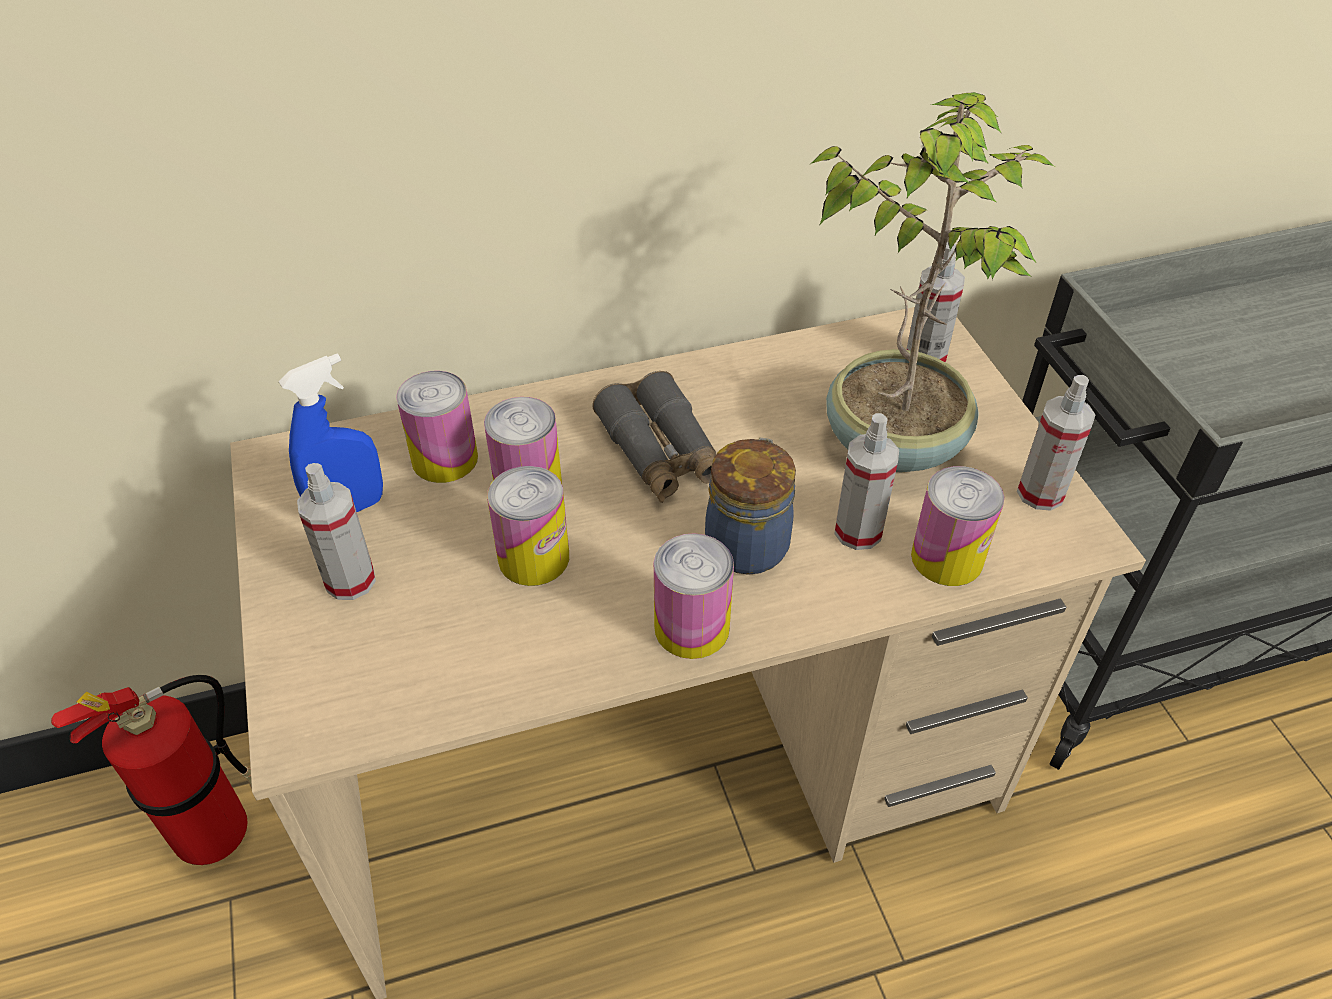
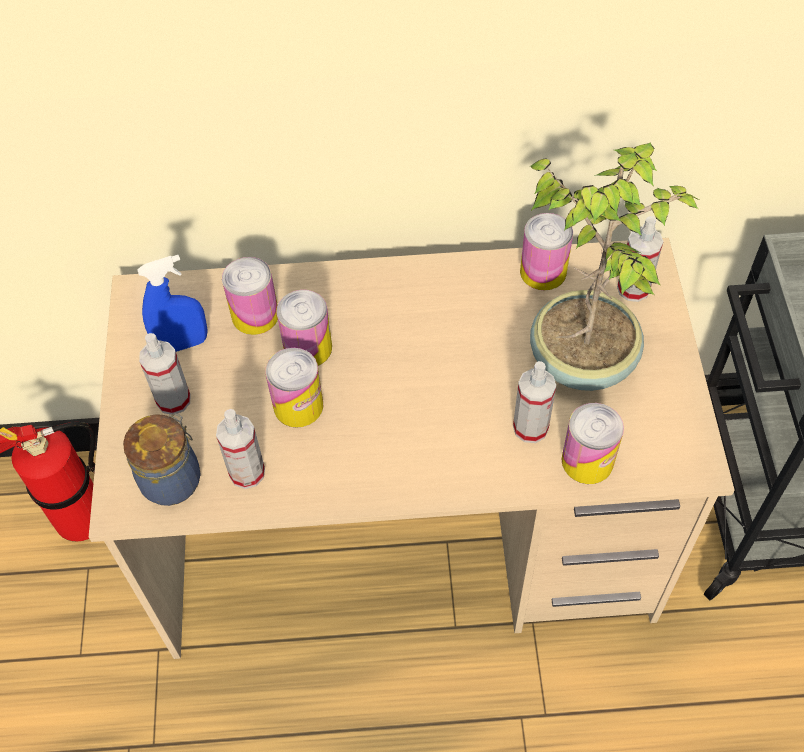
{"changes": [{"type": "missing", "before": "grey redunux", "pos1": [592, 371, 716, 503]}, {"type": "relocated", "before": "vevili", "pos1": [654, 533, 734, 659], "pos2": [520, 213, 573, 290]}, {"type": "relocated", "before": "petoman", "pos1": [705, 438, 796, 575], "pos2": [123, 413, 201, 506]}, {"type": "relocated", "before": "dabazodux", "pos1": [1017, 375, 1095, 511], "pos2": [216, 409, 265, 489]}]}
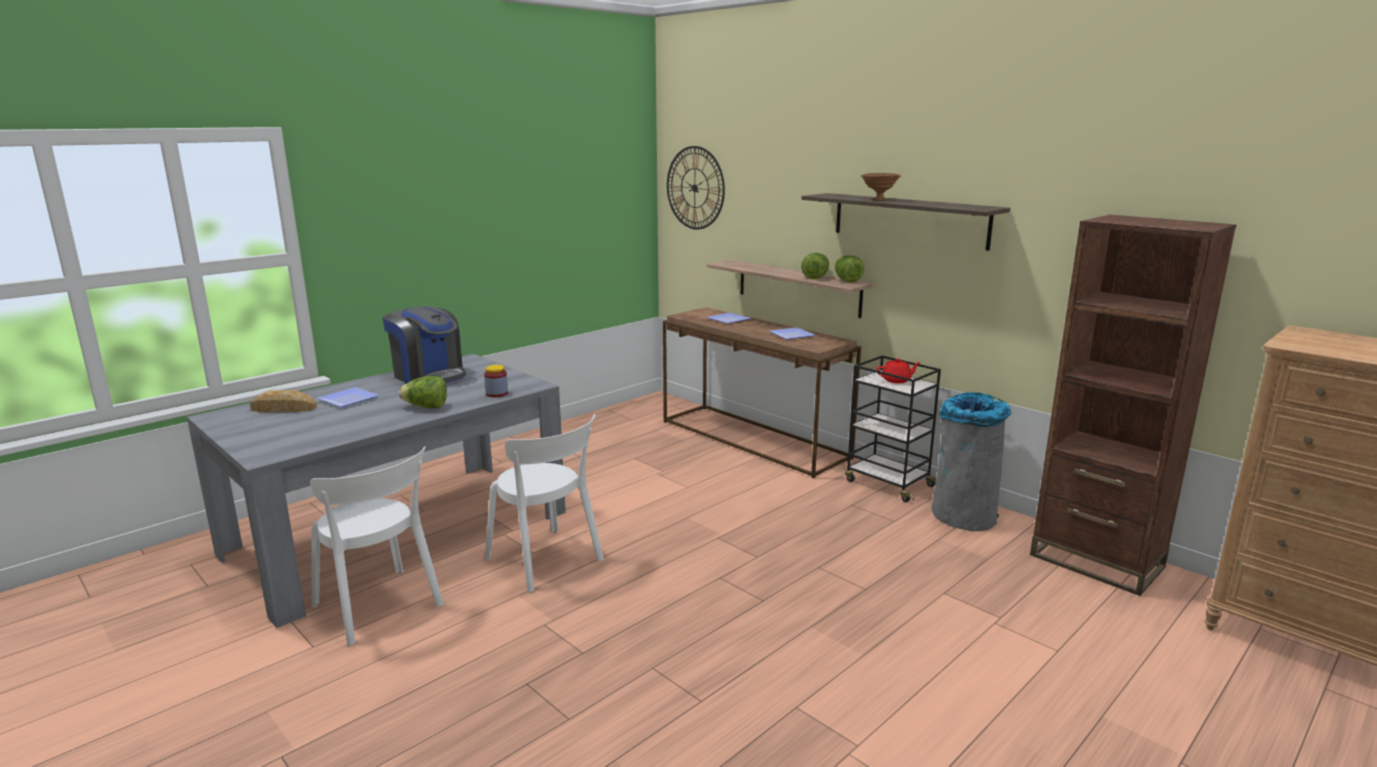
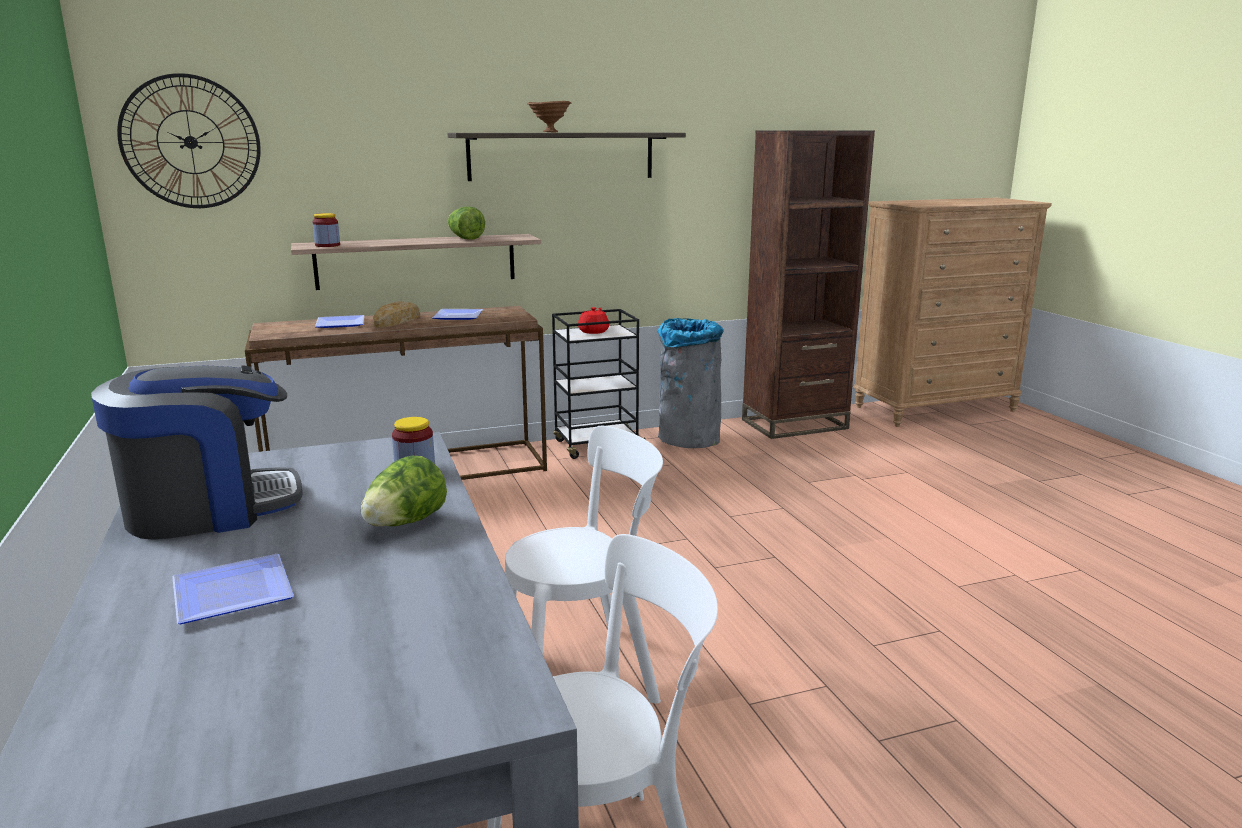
{"changes": [{"type": "relocated", "before": "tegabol", "pos1": [250, 390, 317, 412], "pos2": [373, 301, 420, 328]}, {"type": "missing", "before": "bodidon", "pos1": [835, 255, 864, 283]}, {"type": "appeared", "after": "petoman", "pos2": [312, 213, 340, 247]}]}
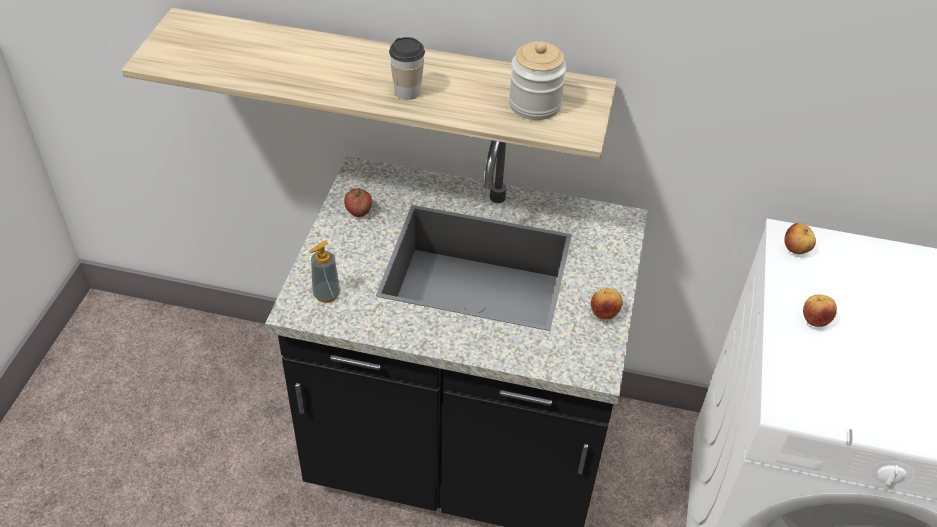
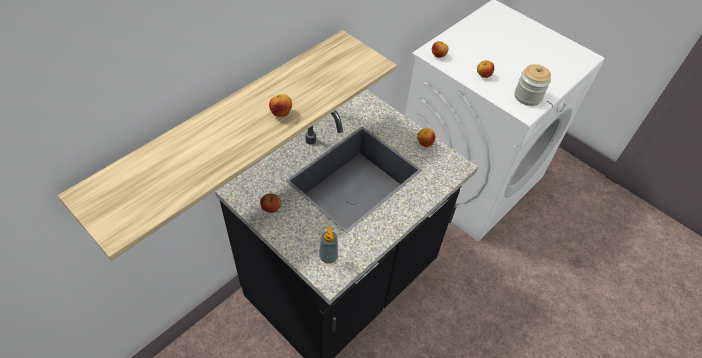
{"changes": [{"type": "exchanged", "before": "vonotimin", "after": "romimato", "pos1": [389, 37, 425, 100], "pos2": [269, 94, 292, 117]}, {"type": "relocated", "before": "petoman", "pos1": [509, 41, 567, 120], "pos2": [515, 64, 551, 106]}]}
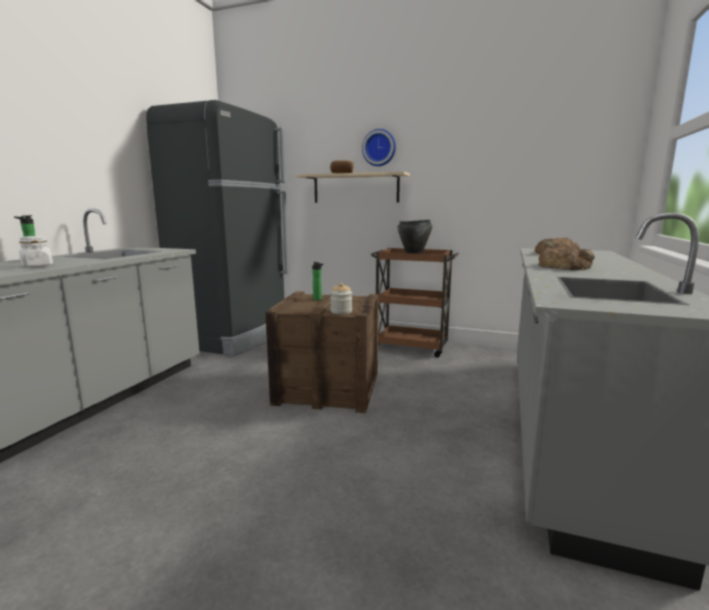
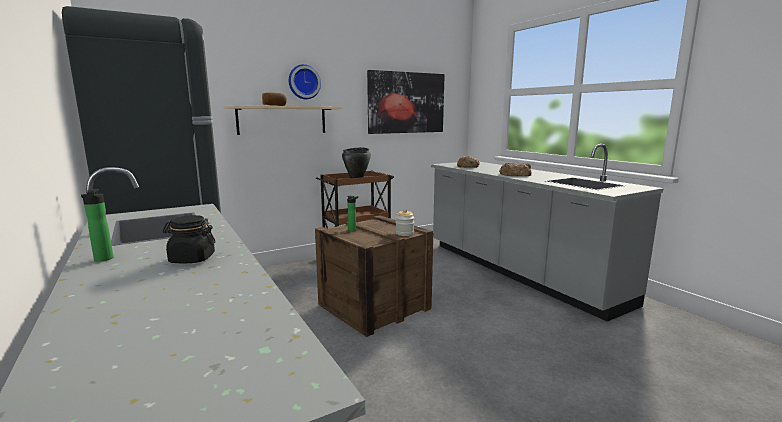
{"changes": [{"type": "colour", "before": "white petoman", "after": "black petoman", "pos1": [19, 236, 53, 267], "pos2": [163, 215, 216, 263]}, {"type": "appeared", "after": "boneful", "pos2": [367, 70, 445, 134]}]}
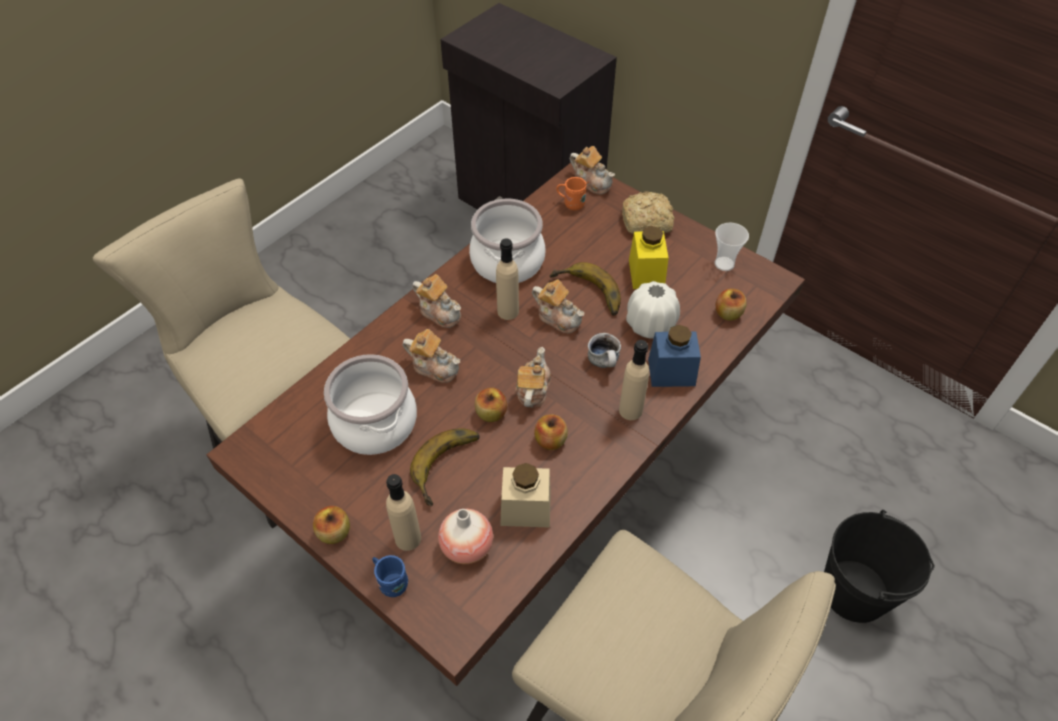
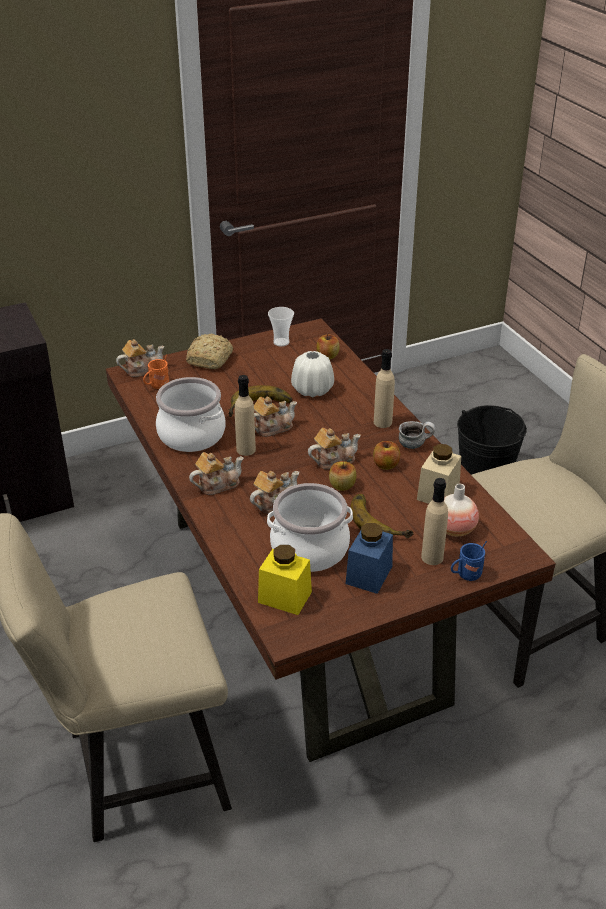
{"changes": [{"type": "missing", "before": "romimato", "pos1": [313, 506, 350, 544]}, {"type": "spun", "before": "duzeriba", "pos1": [515, 347, 551, 408], "pos2": [308, 428, 361, 470], "turn": 120}, {"type": "relocated", "before": "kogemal", "pos1": [588, 333, 621, 368], "pos2": [399, 421, 435, 449]}, {"type": "relocated", "before": "yellow petoman", "pos1": [629, 226, 669, 289], "pos2": [258, 545, 312, 615]}, {"type": "relocated", "before": "blue petoman", "pos1": [648, 325, 701, 387], "pos2": [346, 523, 393, 594]}]}
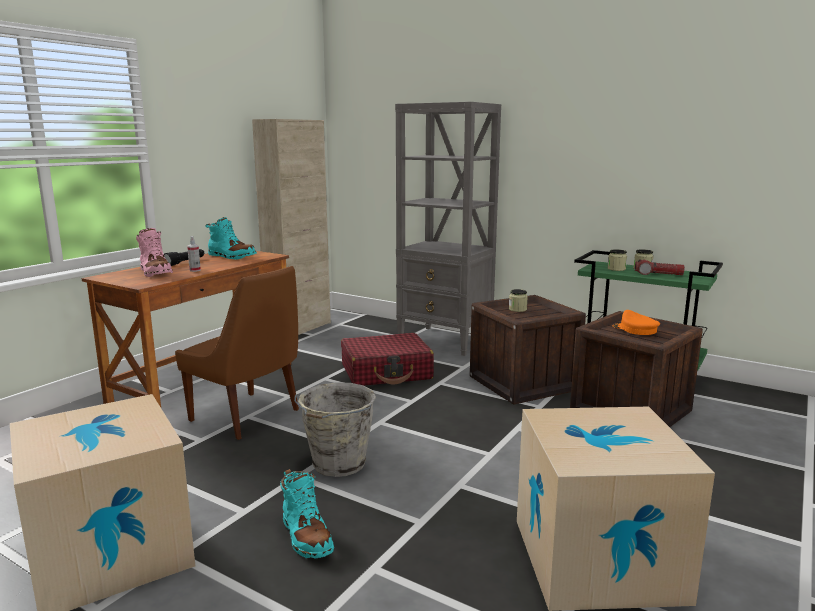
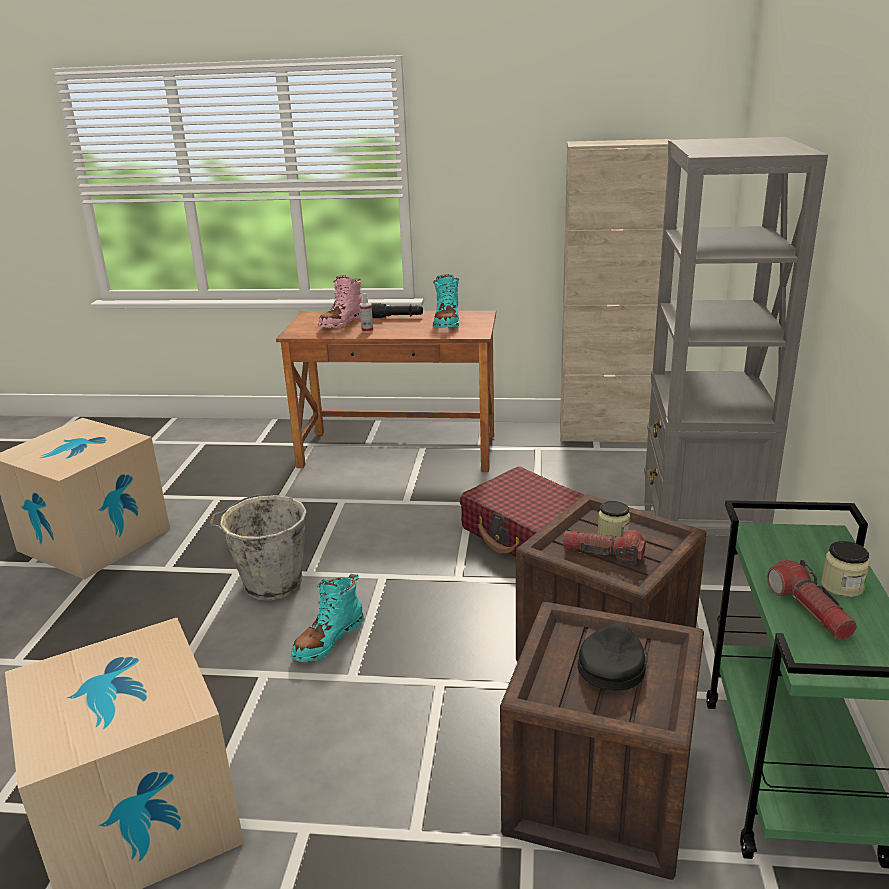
{"changes": [{"type": "missing", "before": "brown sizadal", "pos1": [175, 266, 299, 440]}, {"type": "relocated", "before": "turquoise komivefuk", "pos1": [280, 469, 334, 558], "pos2": [291, 574, 364, 662]}, {"type": "missing", "before": "petoman", "pos1": [608, 249, 627, 271]}, {"type": "colour", "before": "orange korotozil", "after": "black korotozil", "pos1": [613, 310, 660, 335], "pos2": [578, 623, 648, 691]}, {"type": "appeared", "after": "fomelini", "pos2": [563, 530, 646, 564]}]}
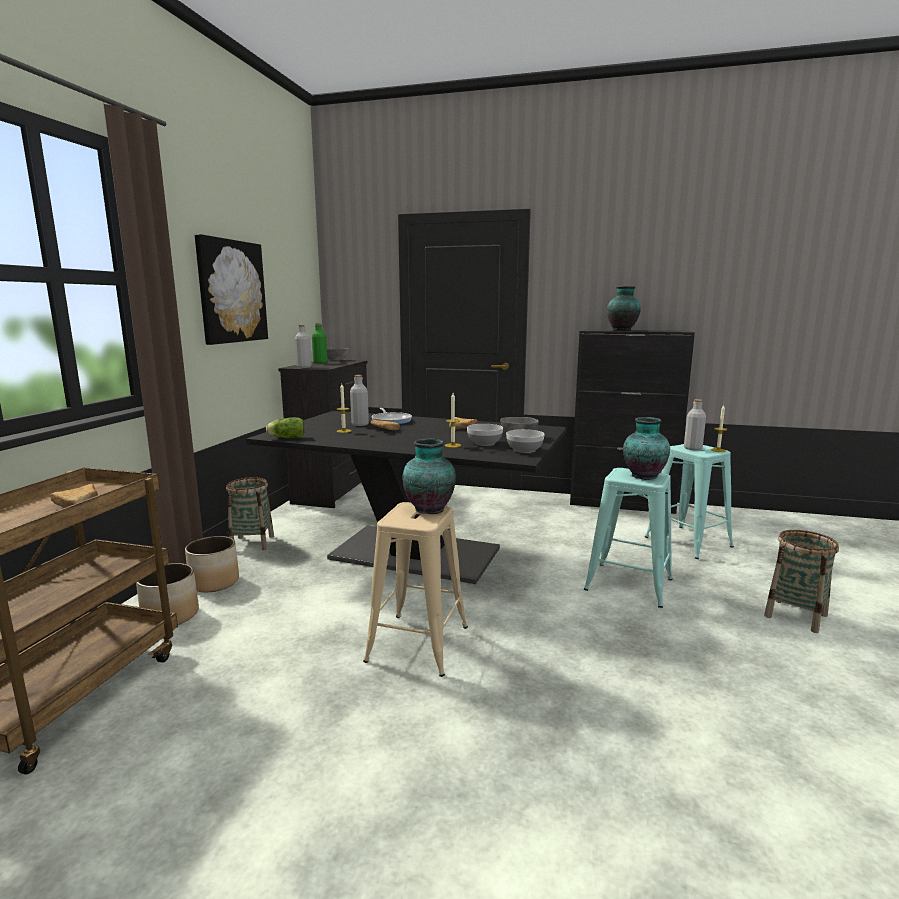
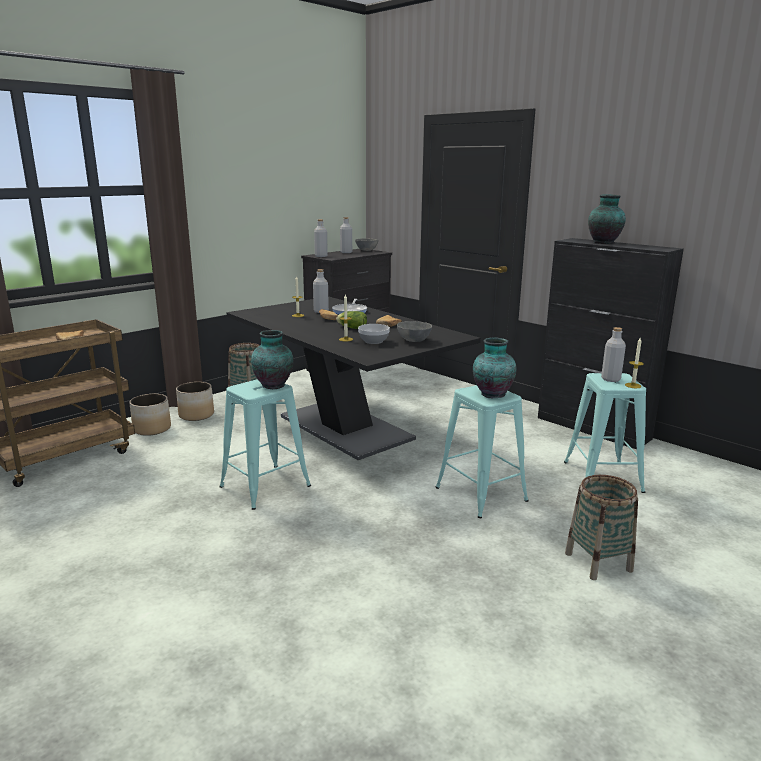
{"changes": [{"type": "missing", "before": "boneful", "pos1": [195, 234, 268, 345]}, {"type": "relocated", "before": "bodidon", "pos1": [266, 417, 305, 438], "pos2": [336, 311, 367, 329]}, {"type": "colour", "before": "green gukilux", "after": "grey gukilux", "pos1": [312, 323, 327, 364], "pos2": [340, 217, 352, 253]}, {"type": "colour", "before": "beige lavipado", "after": "turquoise lavipado", "pos1": [363, 502, 468, 677], "pos2": [219, 379, 311, 510]}, {"type": "missing", "before": "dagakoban", "pos1": [506, 429, 545, 453]}]}
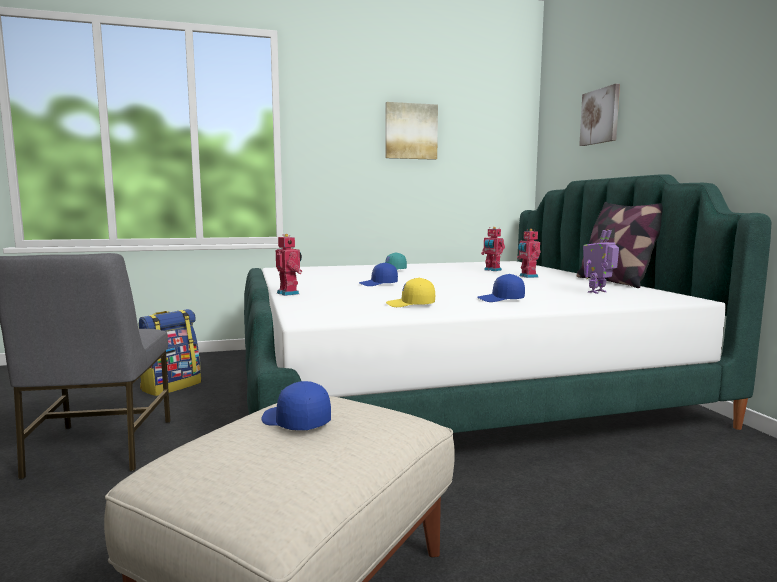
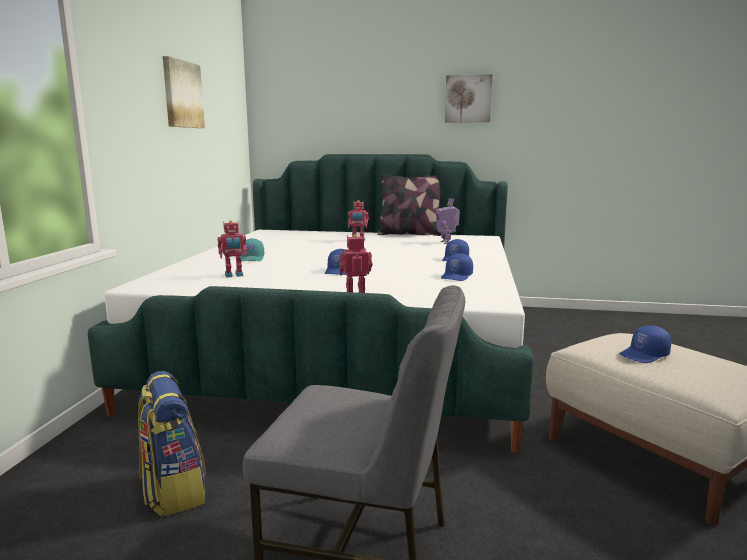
{"changes": [{"type": "colour", "before": "yellow korotozil", "after": "blue korotozil", "pos1": [386, 278, 435, 307], "pos2": [441, 253, 473, 281]}, {"type": "relocated", "before": "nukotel", "pos1": [481, 227, 505, 271], "pos2": [218, 220, 247, 278]}, {"type": "relocated", "before": "boneful", "pos1": [579, 84, 620, 146], "pos2": [445, 74, 493, 123]}]}
